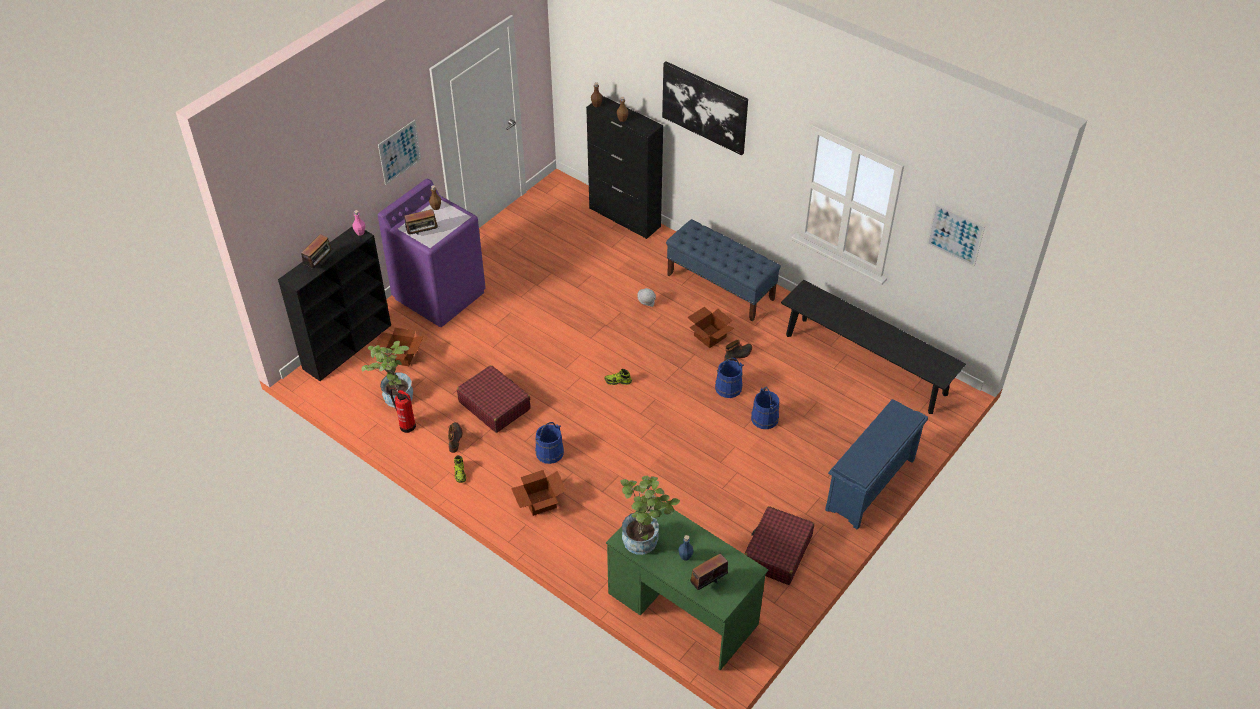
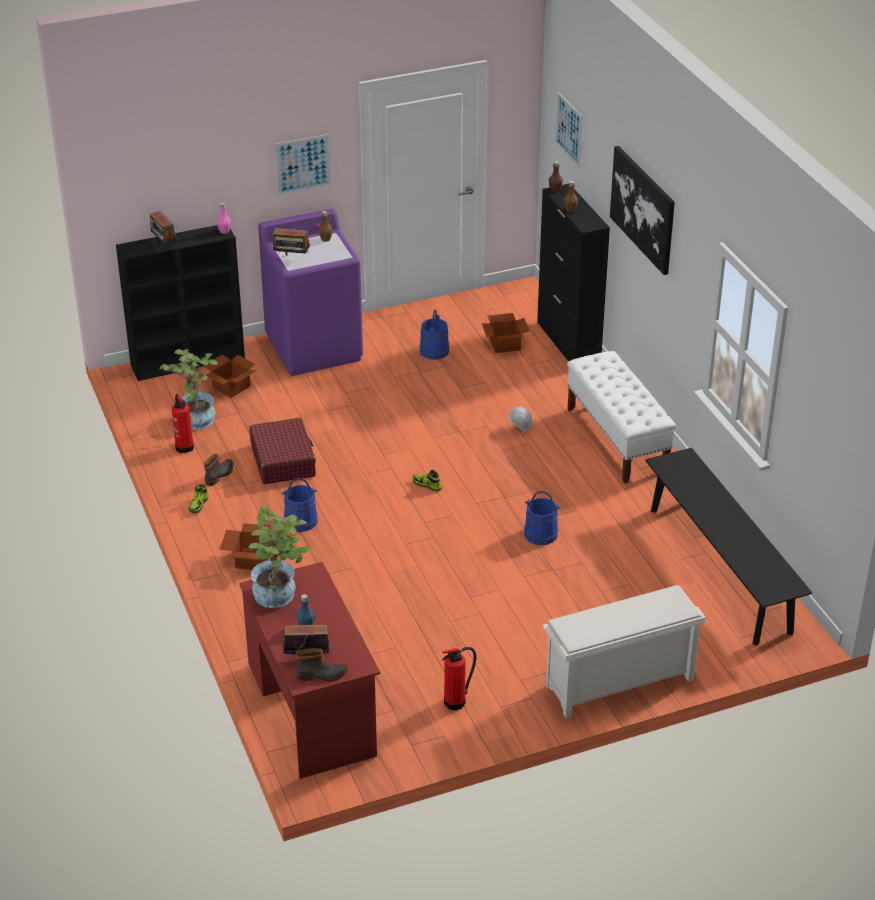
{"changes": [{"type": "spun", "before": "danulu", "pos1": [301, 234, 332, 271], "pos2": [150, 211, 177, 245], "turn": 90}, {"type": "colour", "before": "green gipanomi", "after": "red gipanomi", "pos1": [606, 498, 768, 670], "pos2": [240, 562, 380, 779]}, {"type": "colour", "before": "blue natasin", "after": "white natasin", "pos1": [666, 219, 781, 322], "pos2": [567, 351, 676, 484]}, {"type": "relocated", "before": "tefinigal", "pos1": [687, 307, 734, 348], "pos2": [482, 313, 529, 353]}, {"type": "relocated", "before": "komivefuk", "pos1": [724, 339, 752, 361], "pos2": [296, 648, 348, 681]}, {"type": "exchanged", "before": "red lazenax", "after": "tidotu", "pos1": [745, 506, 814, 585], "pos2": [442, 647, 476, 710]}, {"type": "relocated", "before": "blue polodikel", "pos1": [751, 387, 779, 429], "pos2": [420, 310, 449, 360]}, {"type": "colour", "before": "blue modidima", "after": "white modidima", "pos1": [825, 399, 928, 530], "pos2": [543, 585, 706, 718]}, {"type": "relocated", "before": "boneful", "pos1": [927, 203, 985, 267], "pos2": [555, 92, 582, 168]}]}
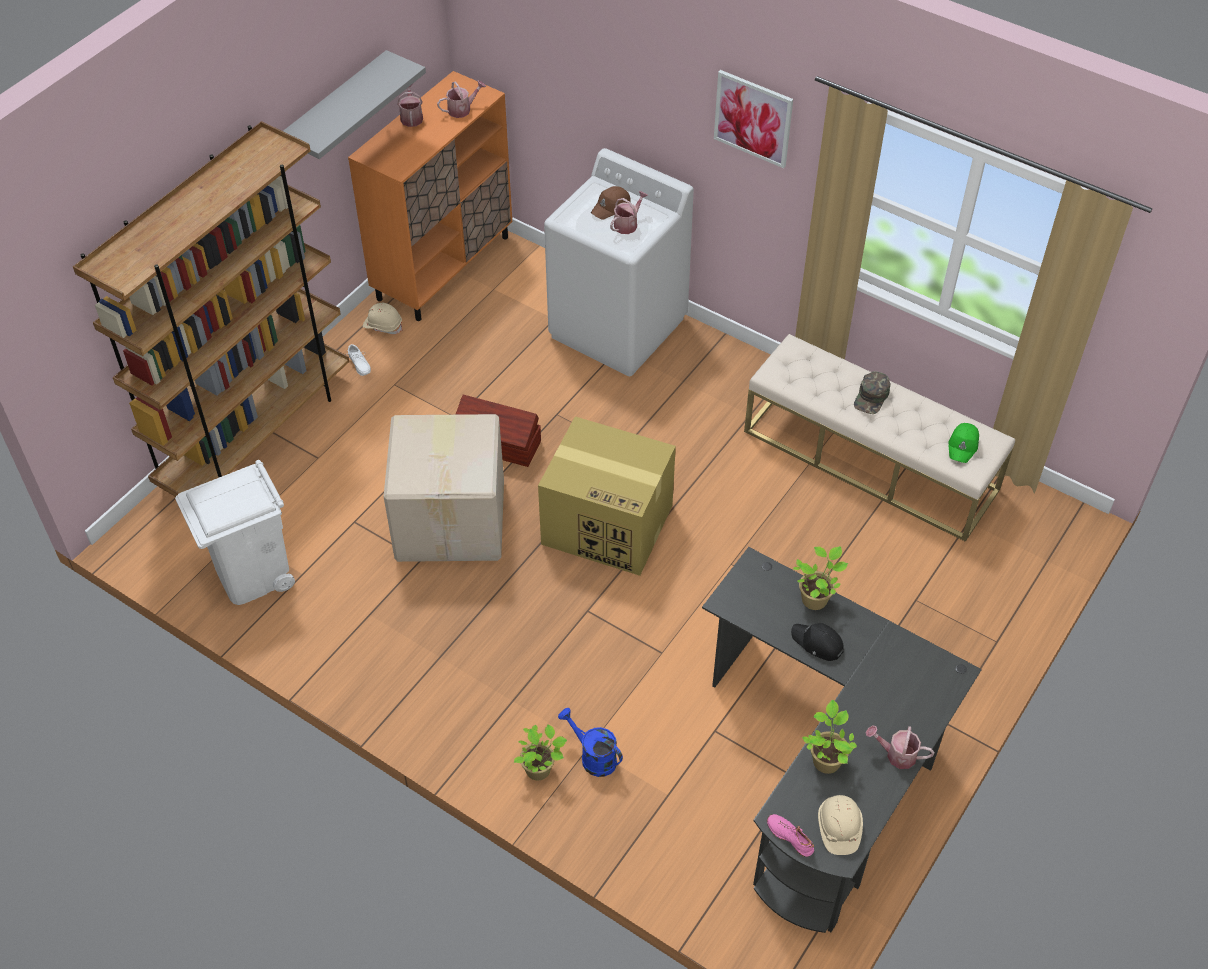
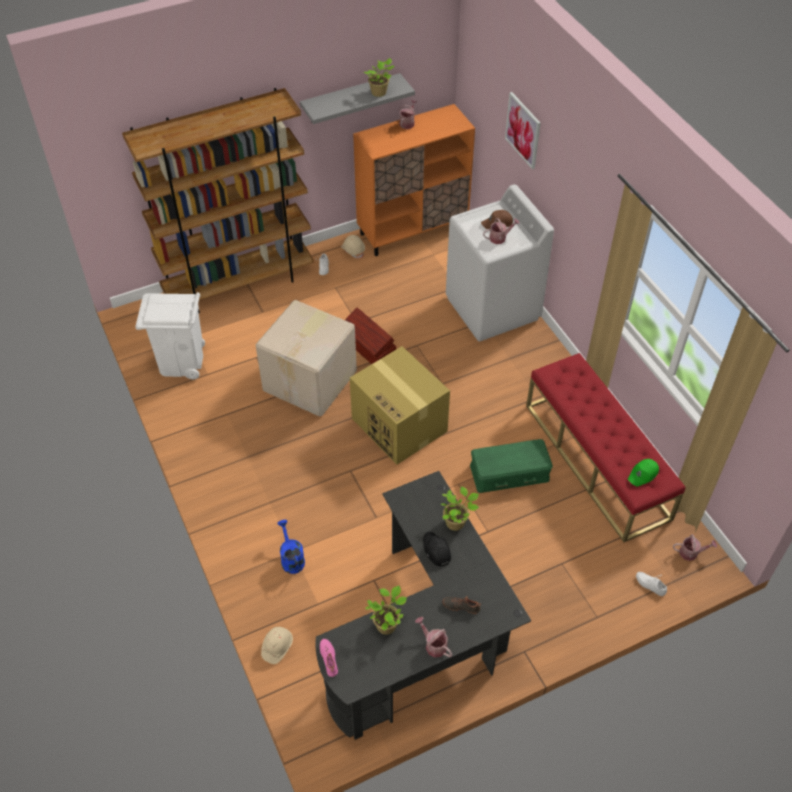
{"changes": [{"type": "relocated", "before": "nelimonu", "pos1": [437, 80, 486, 118], "pos2": [673, 534, 717, 561]}, {"type": "relocated", "before": "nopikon", "pos1": [514, 724, 567, 780], "pos2": [363, 58, 395, 97]}, {"type": "relocated", "before": "boneful", "pos1": [714, 70, 793, 168], "pos2": [505, 92, 541, 169]}, {"type": "colour", "before": "beige natasin", "after": "red natasin", "pos1": [744, 334, 1015, 542], "pos2": [526, 353, 686, 542]}, {"type": "relocated", "before": "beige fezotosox", "pos1": [818, 795, 863, 855], "pos2": [261, 627, 293, 664]}, {"type": "missing", "before": "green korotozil", "pos1": [854, 371, 891, 414]}, {"type": "appeared", "after": "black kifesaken", "pos2": [442, 596, 481, 614]}, {"type": "appeared", "after": "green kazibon", "pos2": [470, 439, 553, 493]}, {"type": "appeared", "after": "white kifesaken", "pos2": [636, 572, 667, 596]}]}
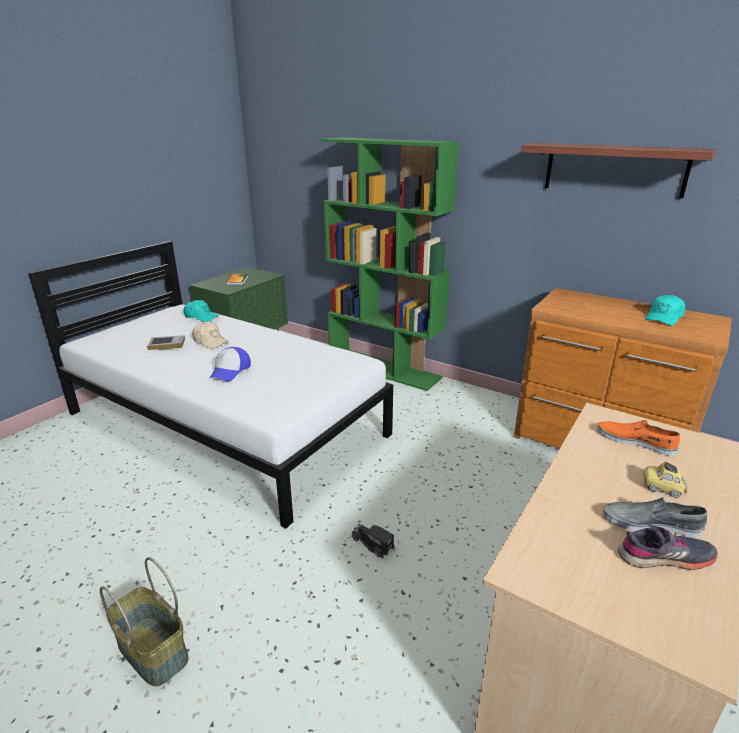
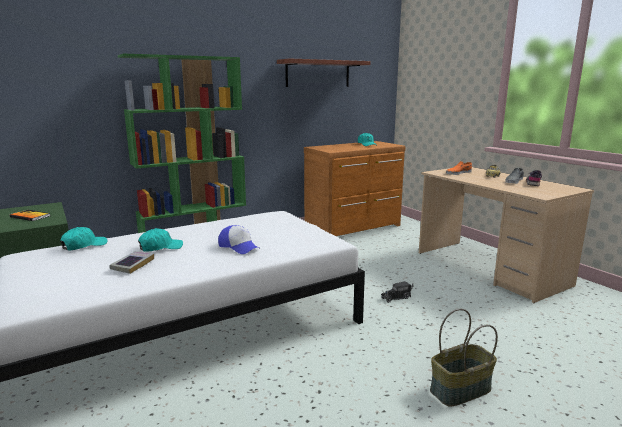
{"changes": [{"type": "colour", "before": "beige korotozil", "after": "turquoise korotozil", "pos1": [192, 322, 228, 349], "pos2": [138, 228, 183, 252]}]}
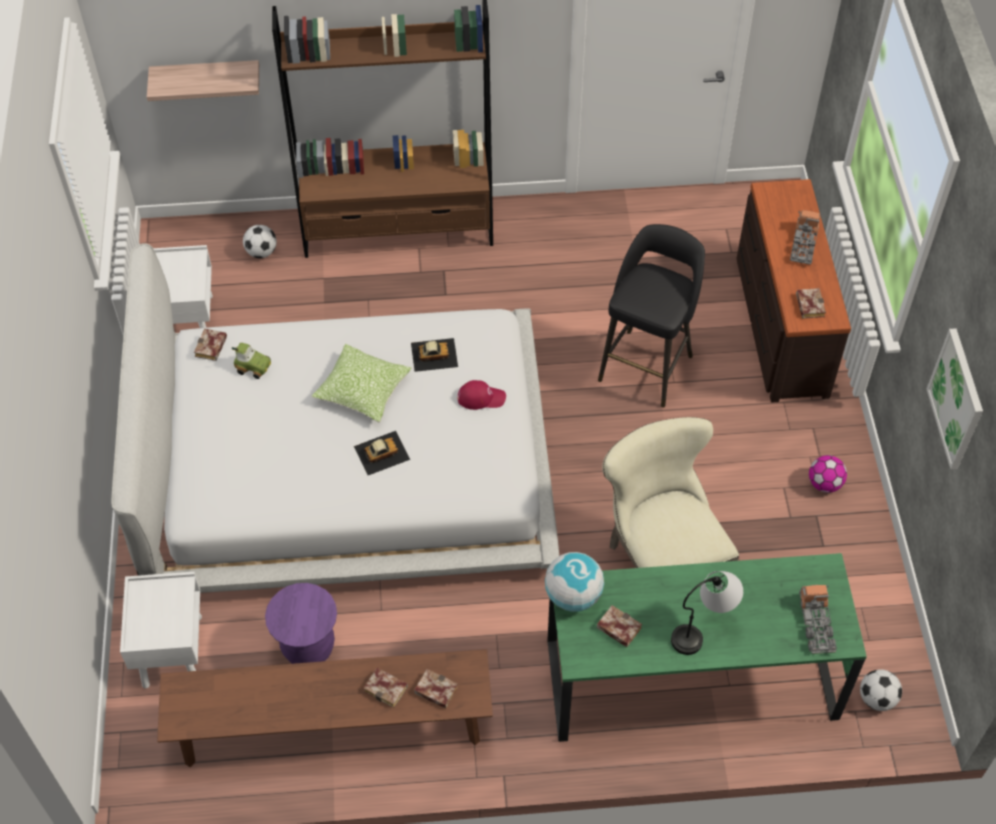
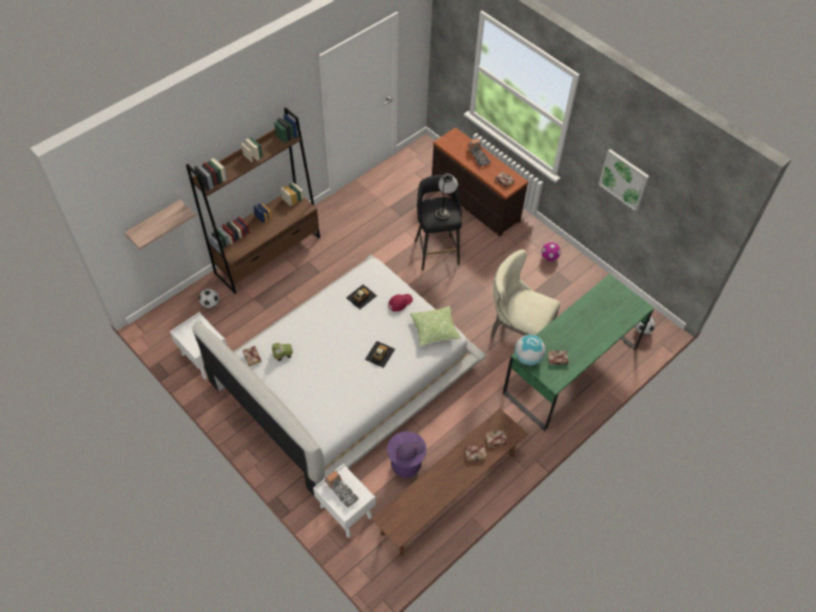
{"changes": [{"type": "relocated", "before": "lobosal", "pos1": [311, 344, 411, 423], "pos2": [410, 306, 461, 346]}, {"type": "relocated", "before": "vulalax", "pos1": [671, 571, 743, 655], "pos2": [435, 173, 458, 221]}, {"type": "relocated", "before": "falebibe", "pos1": [799, 585, 837, 654], "pos2": [325, 470, 359, 508]}, {"type": "appeared", "after": "purple korotozil", "pos2": [396, 442, 424, 461]}]}
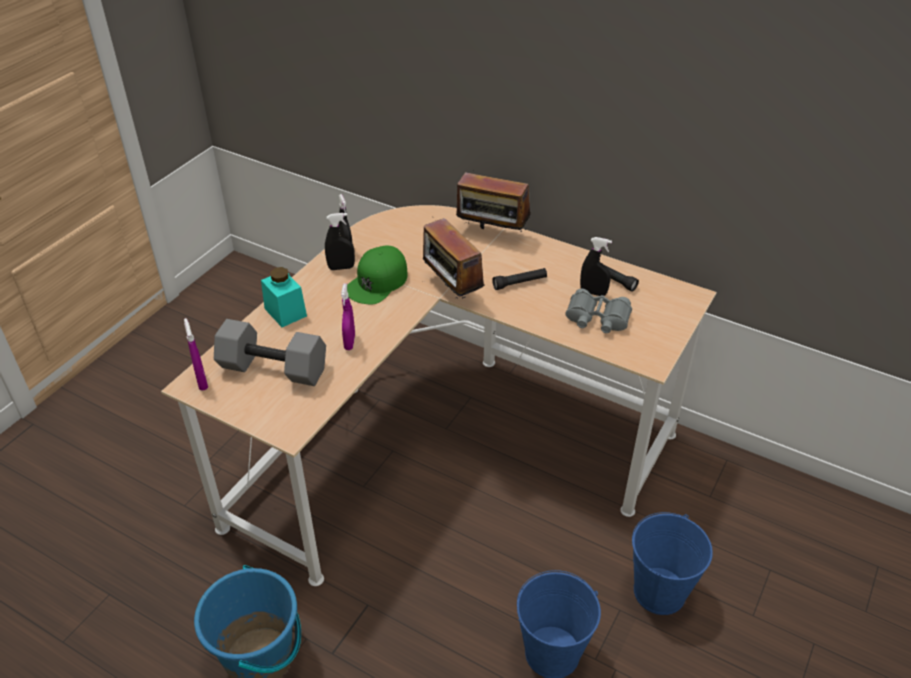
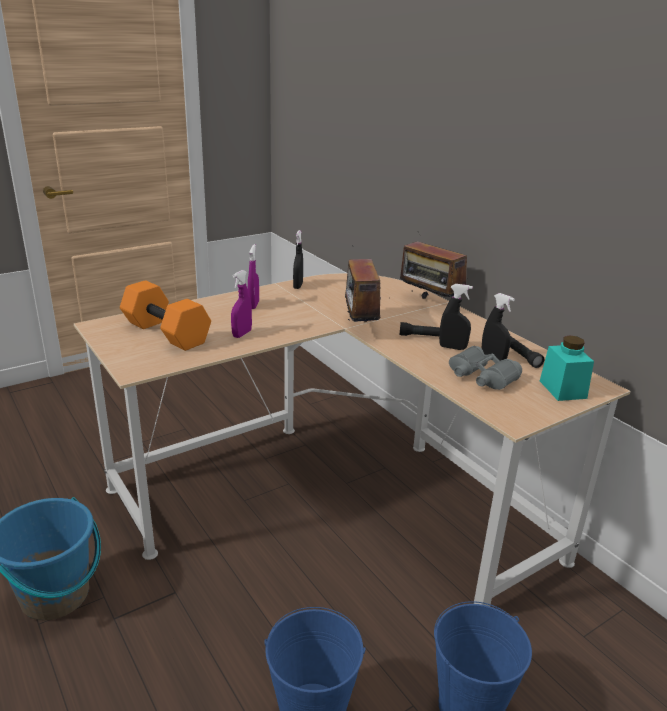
{"changes": [{"type": "relocated", "before": "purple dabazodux", "pos1": [184, 318, 208, 390], "pos2": [248, 244, 259, 309]}, {"type": "colour", "before": "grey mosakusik", "after": "orange mosakusik", "pos1": [214, 319, 326, 386], "pos2": [120, 280, 211, 351]}, {"type": "relocated", "before": "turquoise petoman", "pos1": [261, 267, 307, 327], "pos2": [540, 336, 594, 401]}, {"type": "relocated", "before": "black dabazodux", "pos1": [325, 213, 355, 270], "pos2": [439, 284, 473, 350]}, {"type": "missing", "before": "green korotozil", "pos1": [347, 246, 408, 305]}]}
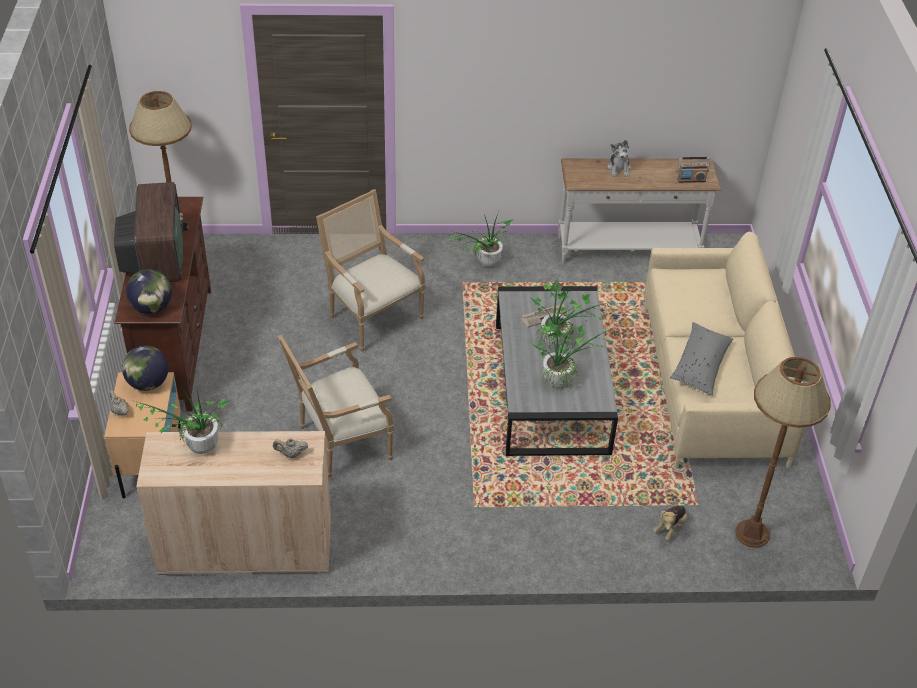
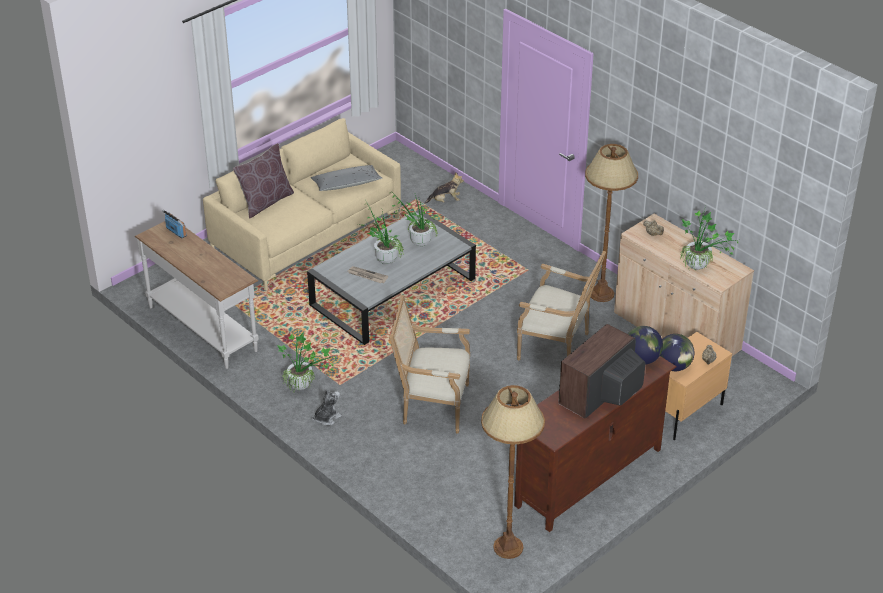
{"changes": [{"type": "spun", "before": "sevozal", "pos1": [316, 189, 425, 352], "pos2": [389, 295, 470, 434], "turn": 90}, {"type": "relocated", "before": "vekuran", "pos1": [607, 140, 631, 177], "pos2": [312, 389, 342, 426]}, {"type": "relocated", "before": "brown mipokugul", "pos1": [735, 356, 831, 548], "pos2": [585, 144, 638, 302]}, {"type": "appeared", "after": "brown lobosal", "pos2": [233, 143, 294, 219]}]}
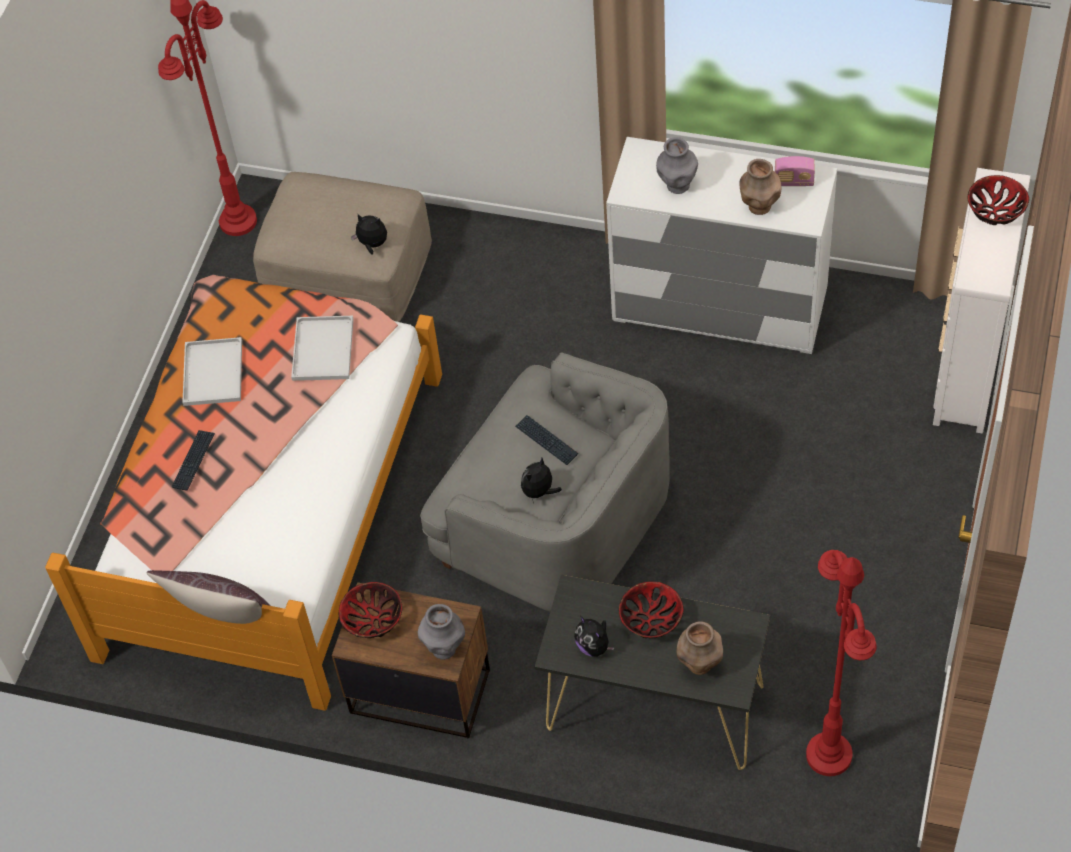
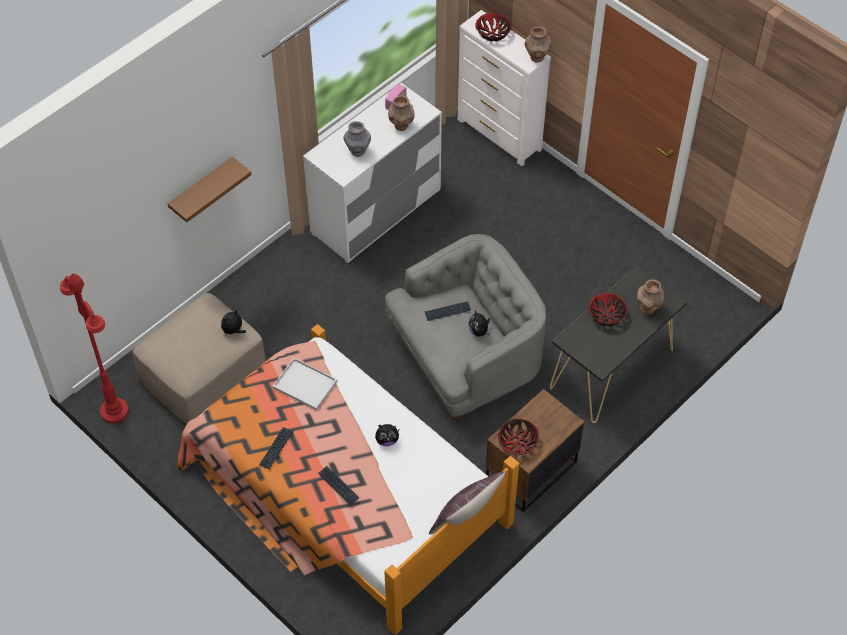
{"changes": [{"type": "exchanged", "before": "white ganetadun", "after": "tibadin", "pos1": [182, 337, 242, 406], "pos2": [259, 427, 294, 469]}, {"type": "missing", "before": "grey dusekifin", "pos1": [418, 604, 465, 660]}, {"type": "relocated", "before": "vekuran", "pos1": [574, 616, 615, 657], "pos2": [375, 424, 399, 446]}, {"type": "missing", "before": "red mipokugul", "pos1": [806, 550, 876, 776]}, {"type": "appeared", "after": "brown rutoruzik", "pos2": [168, 157, 251, 222]}, {"type": "appeared", "after": "brown dusekifin", "pos2": [525, 27, 551, 62]}]}
